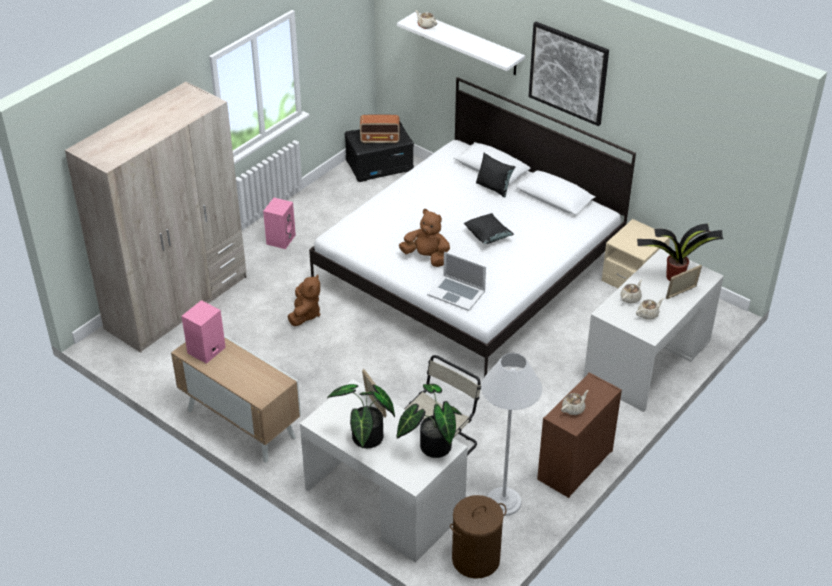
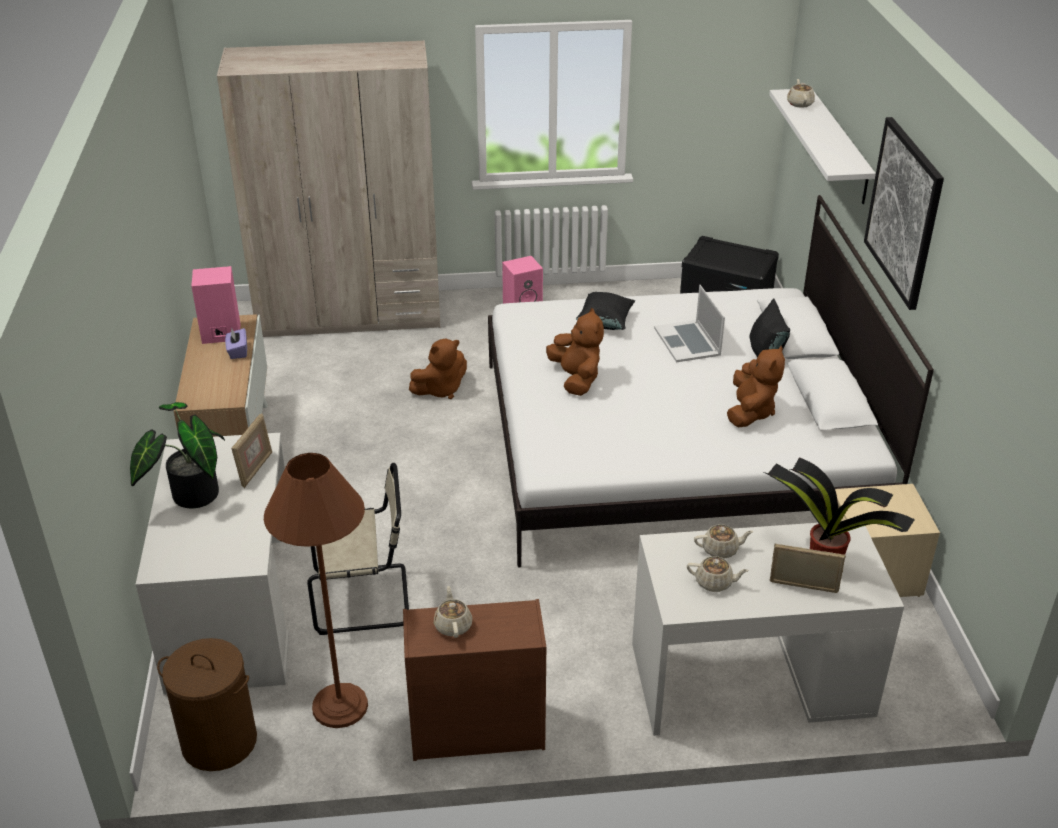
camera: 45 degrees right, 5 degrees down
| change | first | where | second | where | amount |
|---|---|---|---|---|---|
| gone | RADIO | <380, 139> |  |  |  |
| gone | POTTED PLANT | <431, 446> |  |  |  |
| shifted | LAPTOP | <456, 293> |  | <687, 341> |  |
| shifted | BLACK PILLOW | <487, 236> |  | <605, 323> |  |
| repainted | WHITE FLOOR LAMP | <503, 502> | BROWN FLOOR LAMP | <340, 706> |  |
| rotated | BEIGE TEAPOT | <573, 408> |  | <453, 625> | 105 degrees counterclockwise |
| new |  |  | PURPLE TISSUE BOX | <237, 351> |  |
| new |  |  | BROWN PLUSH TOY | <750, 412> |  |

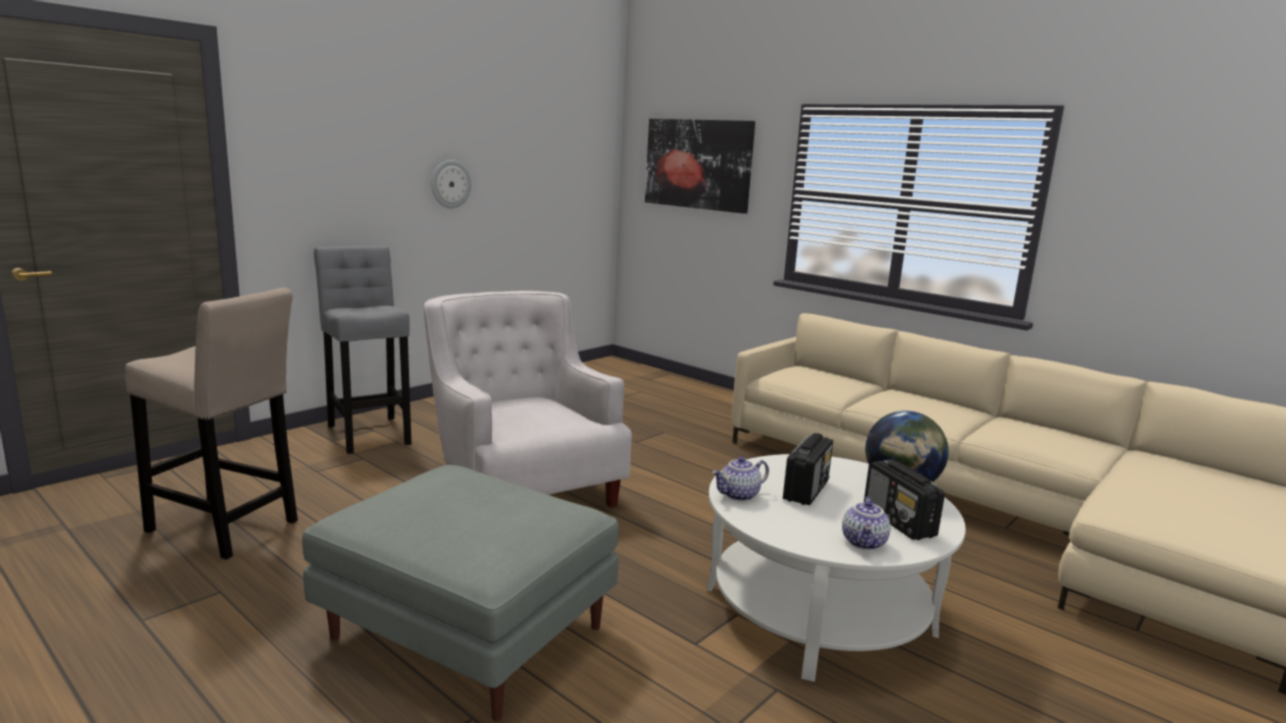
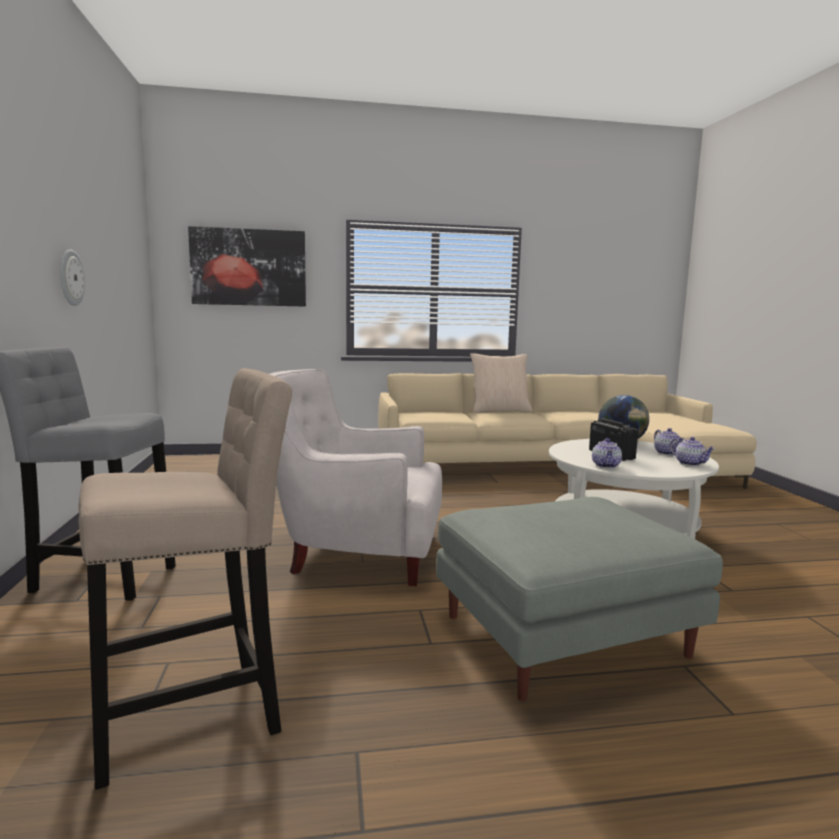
camera: 50 degrees left, 5 degrees down
| change | first | where | second | where | amount |
|---|---|---|---|---|---|
| swapped | RADIO | <899, 522> | TEAPOT | <668, 453> |  |
| new |  |  | BEIGE PILLOW | <499, 410> |  |

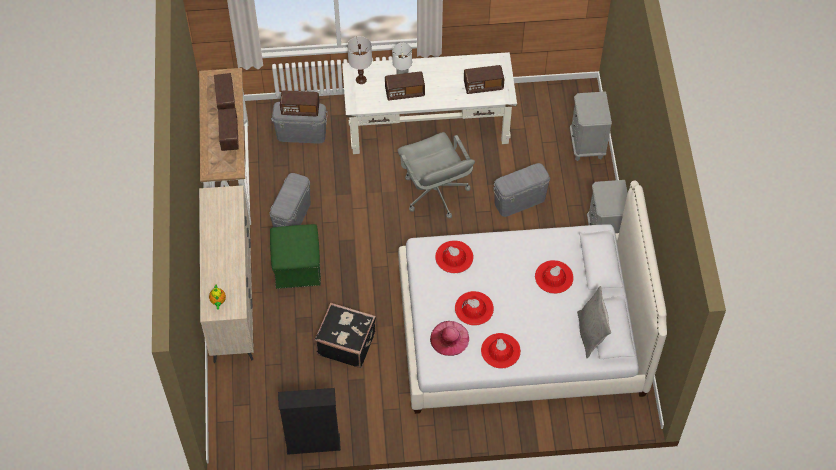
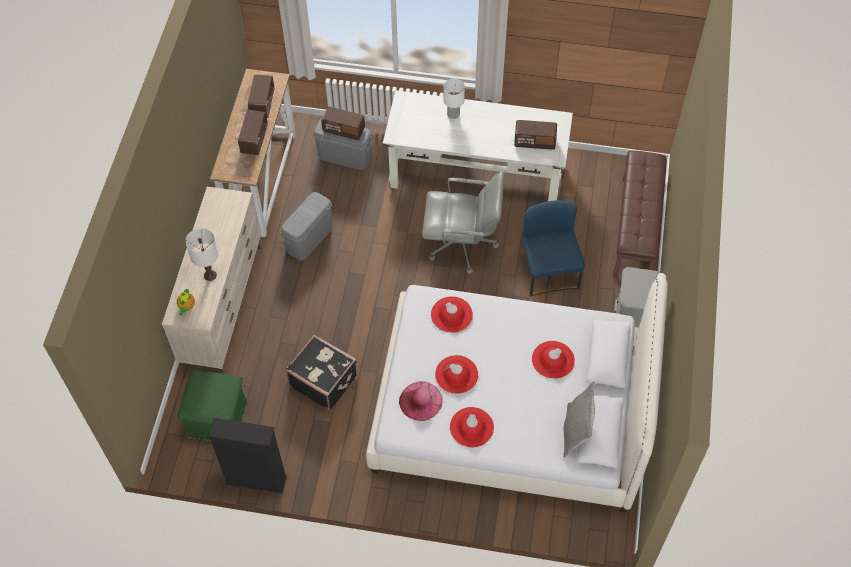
camera: 15 degrees right, 0 degrees up
| change | first | where | second | where | amount |
|---|---|---|---|---|---|
| shifted | GREEN OTTOMAN | <297, 267> |  | <217, 417> |  |
| shifted | WHITE TABLE LAMP | <361, 80> |  | <210, 275> |  |
| gone | RADIO | <404, 92> |  |  |  |
| rotated | GREY OFFICE CHAIR | <435, 193> |  | <462, 245> | 75 degrees counterclockwise |
| swapped | GREY STORAGE BOX | <520, 200> | BLUE CHAIR | <549, 271> |  |
| swapped | GREY NIGHTSTAND | <587, 145> | BROWN BENCH | <637, 228> |  |

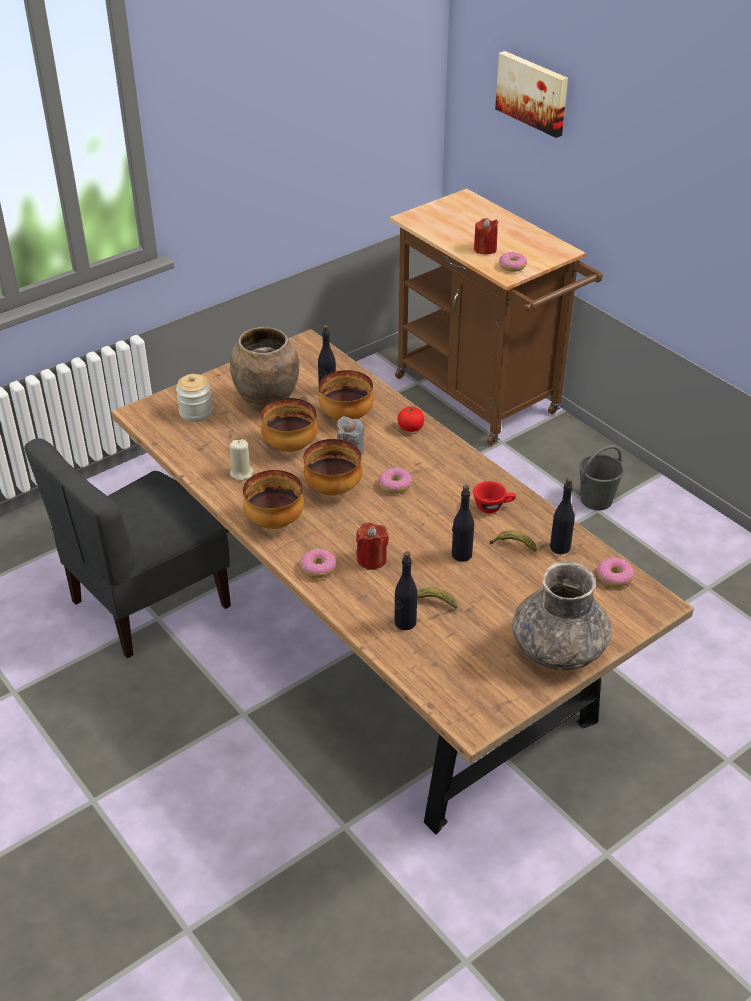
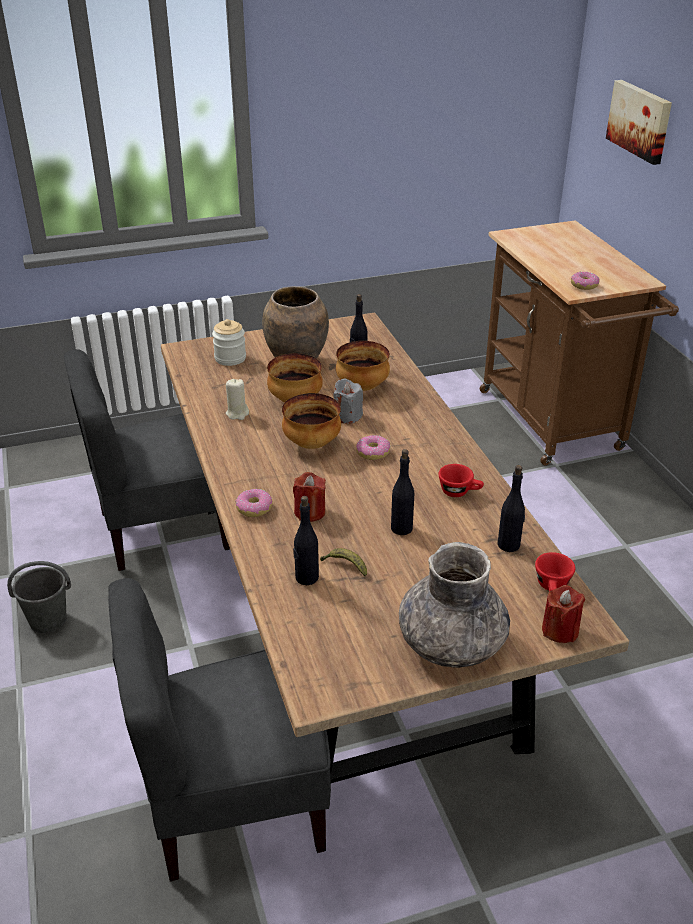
camera: 20 degrees right, 5 degrees down
| change | first | where | second | where | amount |
|---|---|---|---|---|---|
| gone | BOWL | <274, 522> |  |  |  |
| gone | TOMATO | <410, 428> |  |  |  |
| shifted | RED CANDLE | <485, 249> |  | <560, 630> |  |
| gone | BANANA | <513, 545> |  |  |  |
| shifted | GREY BUCKET | <597, 500> |  | <48, 620> |  |
| swapped | DONUT | <614, 577> | RED CUP | <552, 587> |  |
| new |  |  | GREY CHAIR | <234, 805> |  |

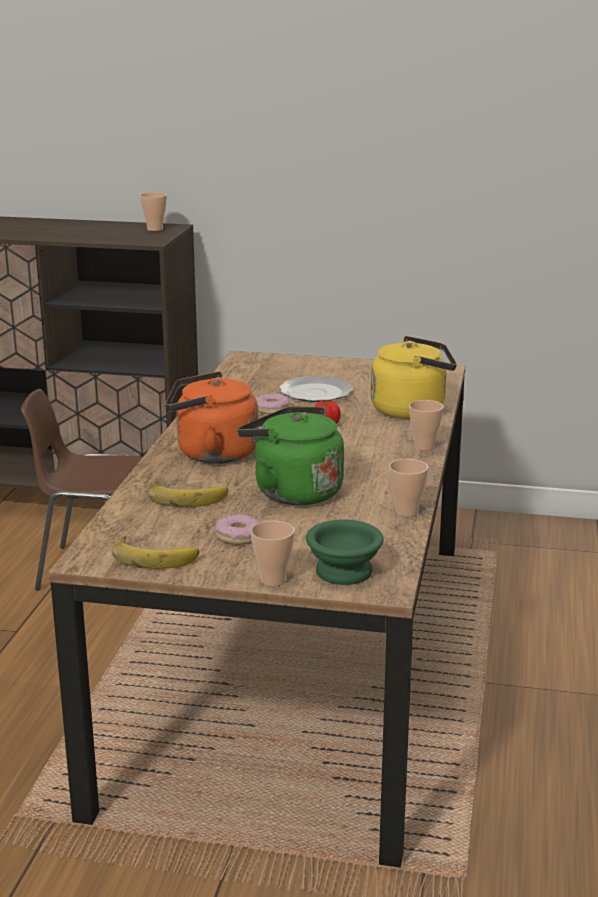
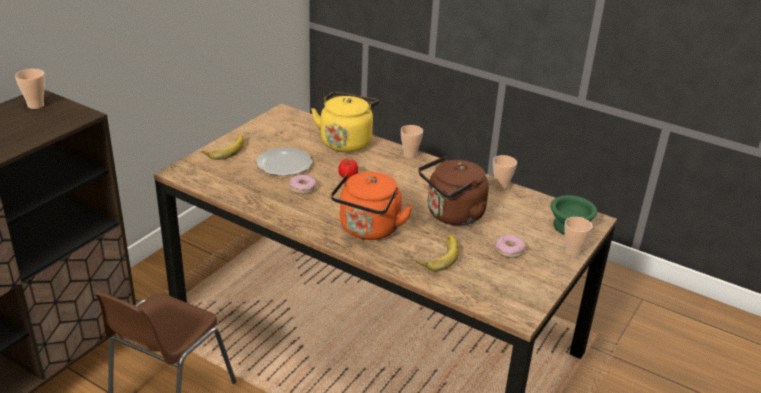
camera: 70 degrees left, 10 degrees up
| change | first | where | second | where | amount |
|---|---|---|---|---|---|
| shifted | BANANA | <155, 556> |  | <224, 150> |  |
| repainted | GREEN KETTLE | <293, 491> | BROWN KETTLE | <452, 215> |  |

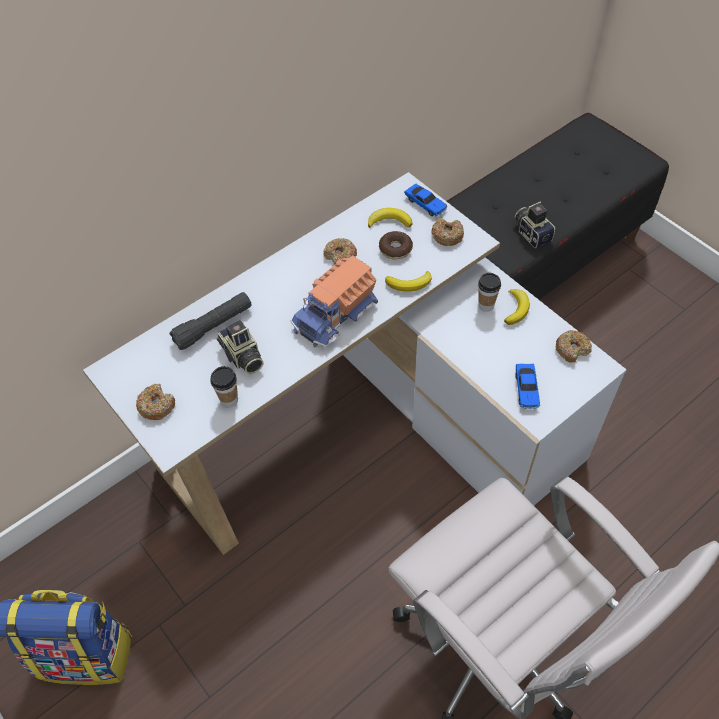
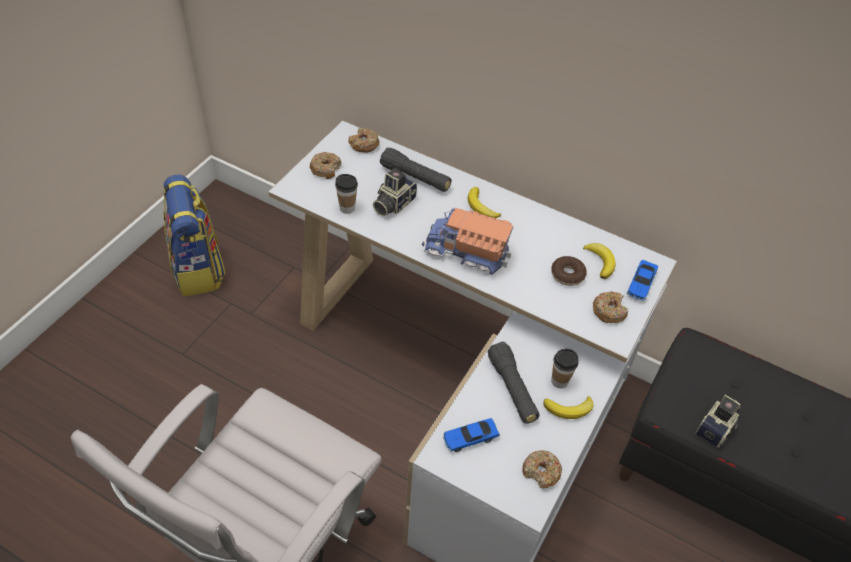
camera: 65 degrees right, 5 degrees down
| change | first | where | second | where | amount |
|---|---|---|---|---|---|
| shifted | DONUT | <340, 256> |  | <364, 144> |  |
| shifted | BANANA | <410, 284> |  | <481, 207> |  |
| new |  |  | BLACK FLASHLIGHT | <512, 389> |  |

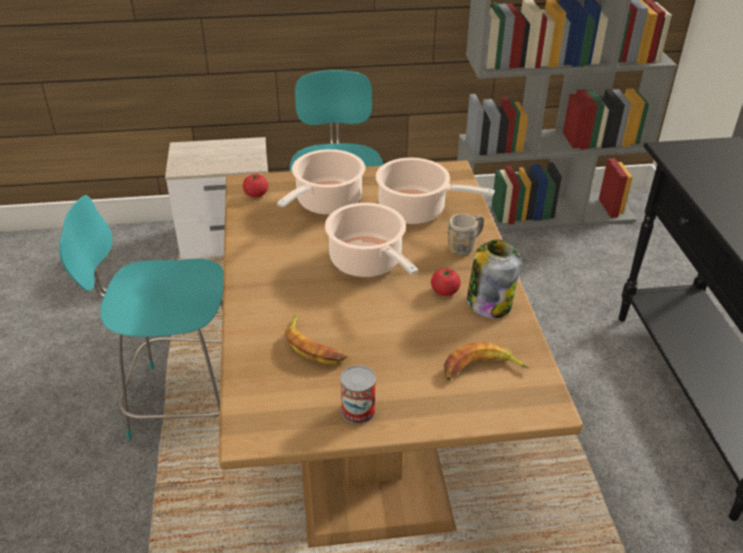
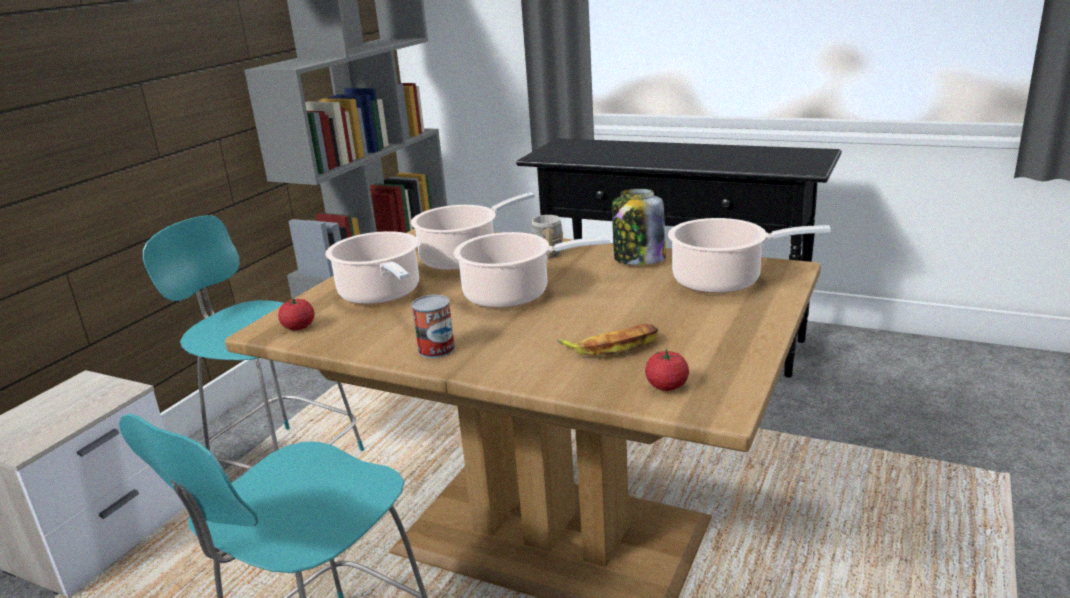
camera: 55 degrees left, 15 degrees down
| change | first | where | second | where | amount |
|---|---|---|---|---|---|
| shifted | CAN | <358, 411> |  | <436, 349> |  |
| shifted | TOMATO | <444, 291> |  | <667, 386> |  |
| swapped | BANANA | <481, 369> | COOKING POT | <723, 281> |  |

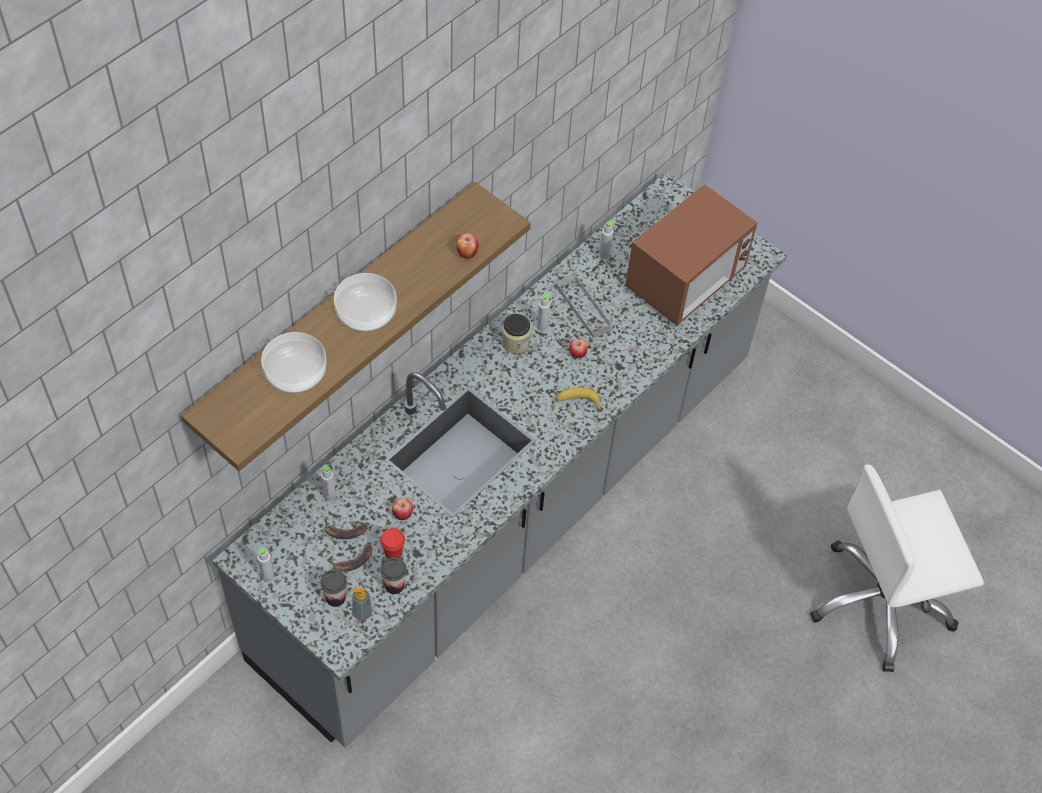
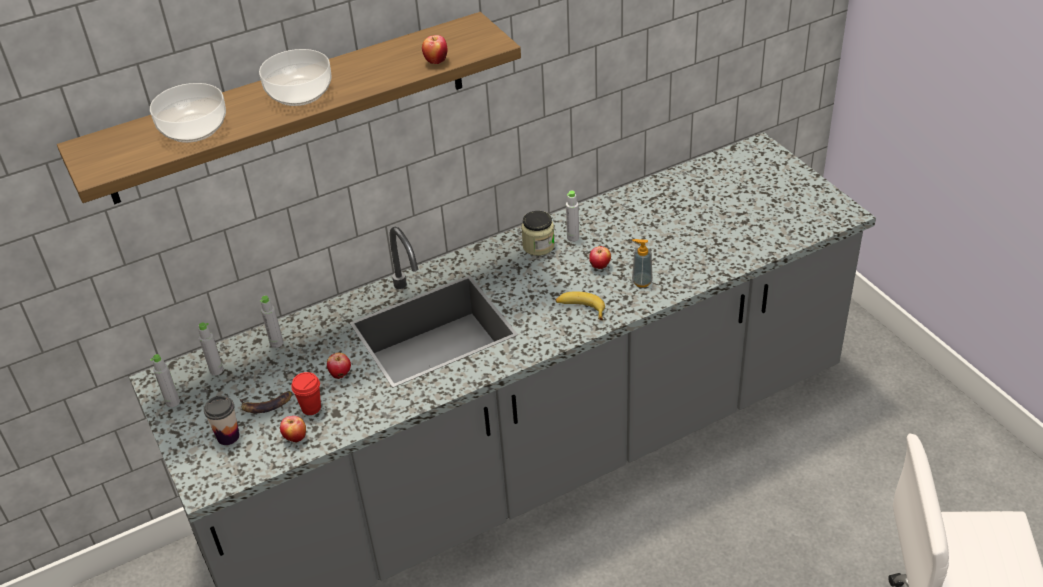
camera: 25 degrees right, 15 degrees down
| change | first | where | second | where | amount |
|---|---|---|---|---|---|
| gone | BANANA | <346, 530> |  |  |  |
| shifted | SOAP DISPENSER | <362, 612> |  | <642, 282> |  |
| swapped | CUP | <394, 585> | APPLE | <295, 438> |  |
| gone | GREY TRAY | <584, 308> |  |  |  |
| shifted | GREY BOTTLE | <604, 255> |  | <216, 370> |  |
| gone | MICROWAVE | <685, 280> |  |  |  |

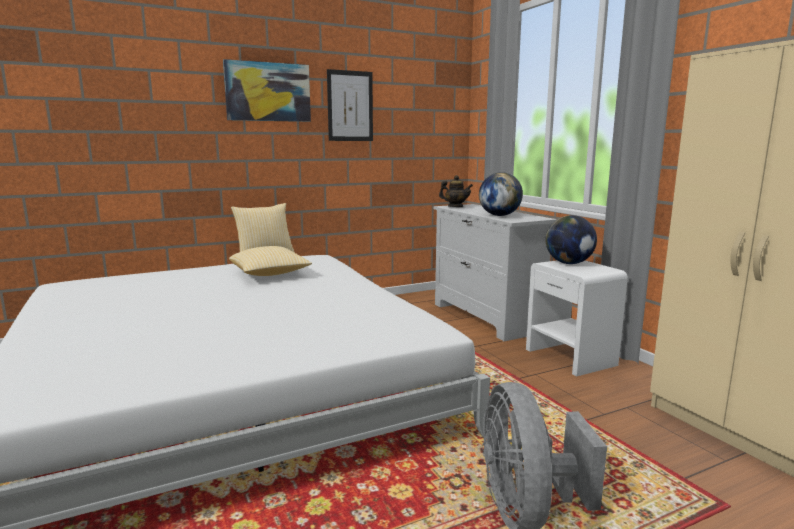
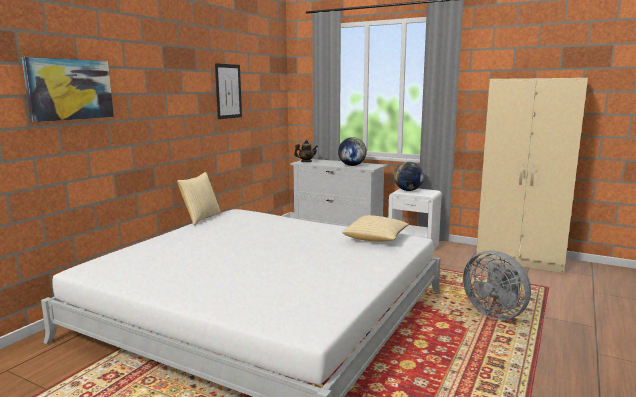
camera: 35 degrees left, 0 degrees up
| change | first | where | second | where | amount |
|---|---|---|---|---|---|
| shifted | PICTURE | <268, 92> |  | <70, 89> |  |
| shifted | PILLOW | <269, 274> |  | <376, 239> |  |

